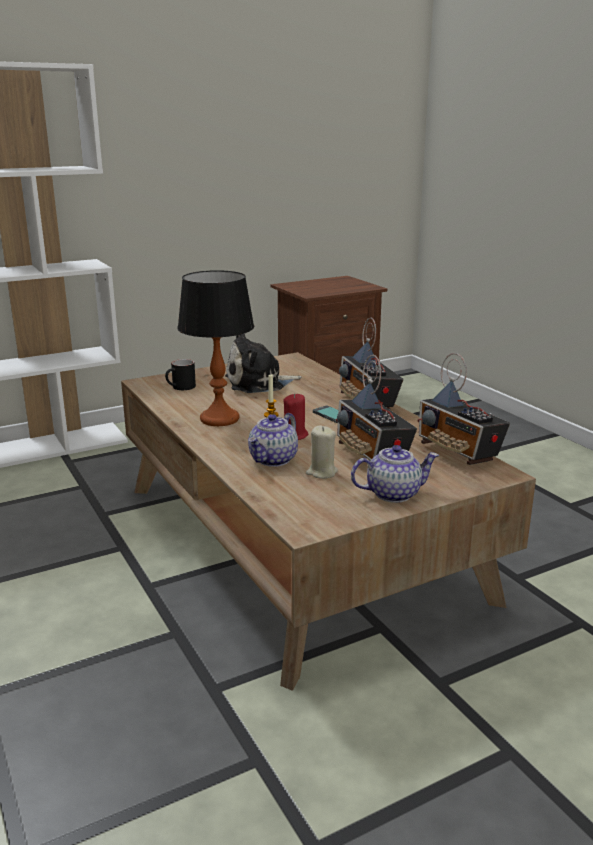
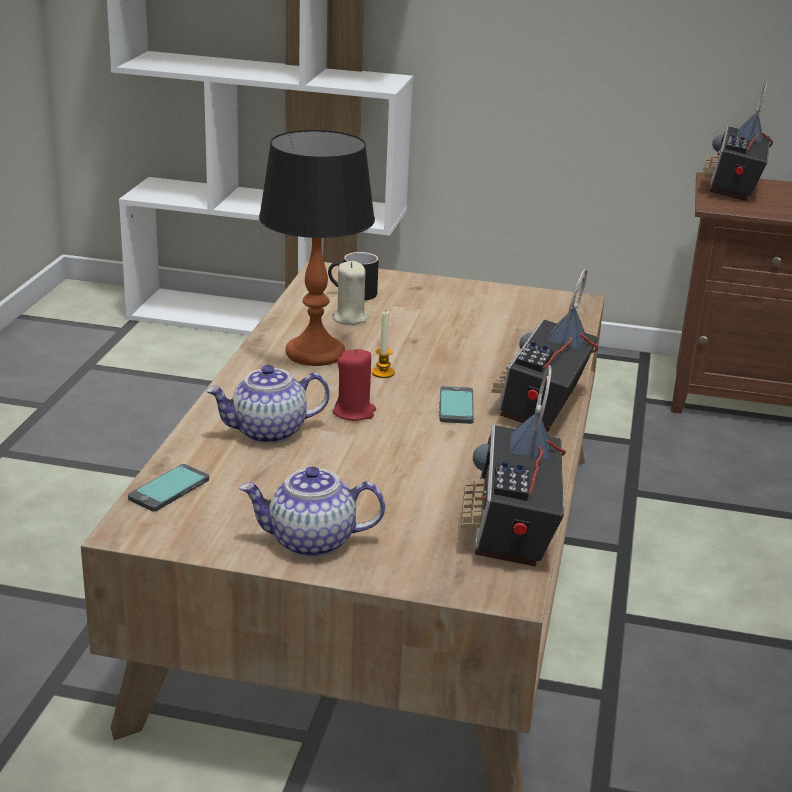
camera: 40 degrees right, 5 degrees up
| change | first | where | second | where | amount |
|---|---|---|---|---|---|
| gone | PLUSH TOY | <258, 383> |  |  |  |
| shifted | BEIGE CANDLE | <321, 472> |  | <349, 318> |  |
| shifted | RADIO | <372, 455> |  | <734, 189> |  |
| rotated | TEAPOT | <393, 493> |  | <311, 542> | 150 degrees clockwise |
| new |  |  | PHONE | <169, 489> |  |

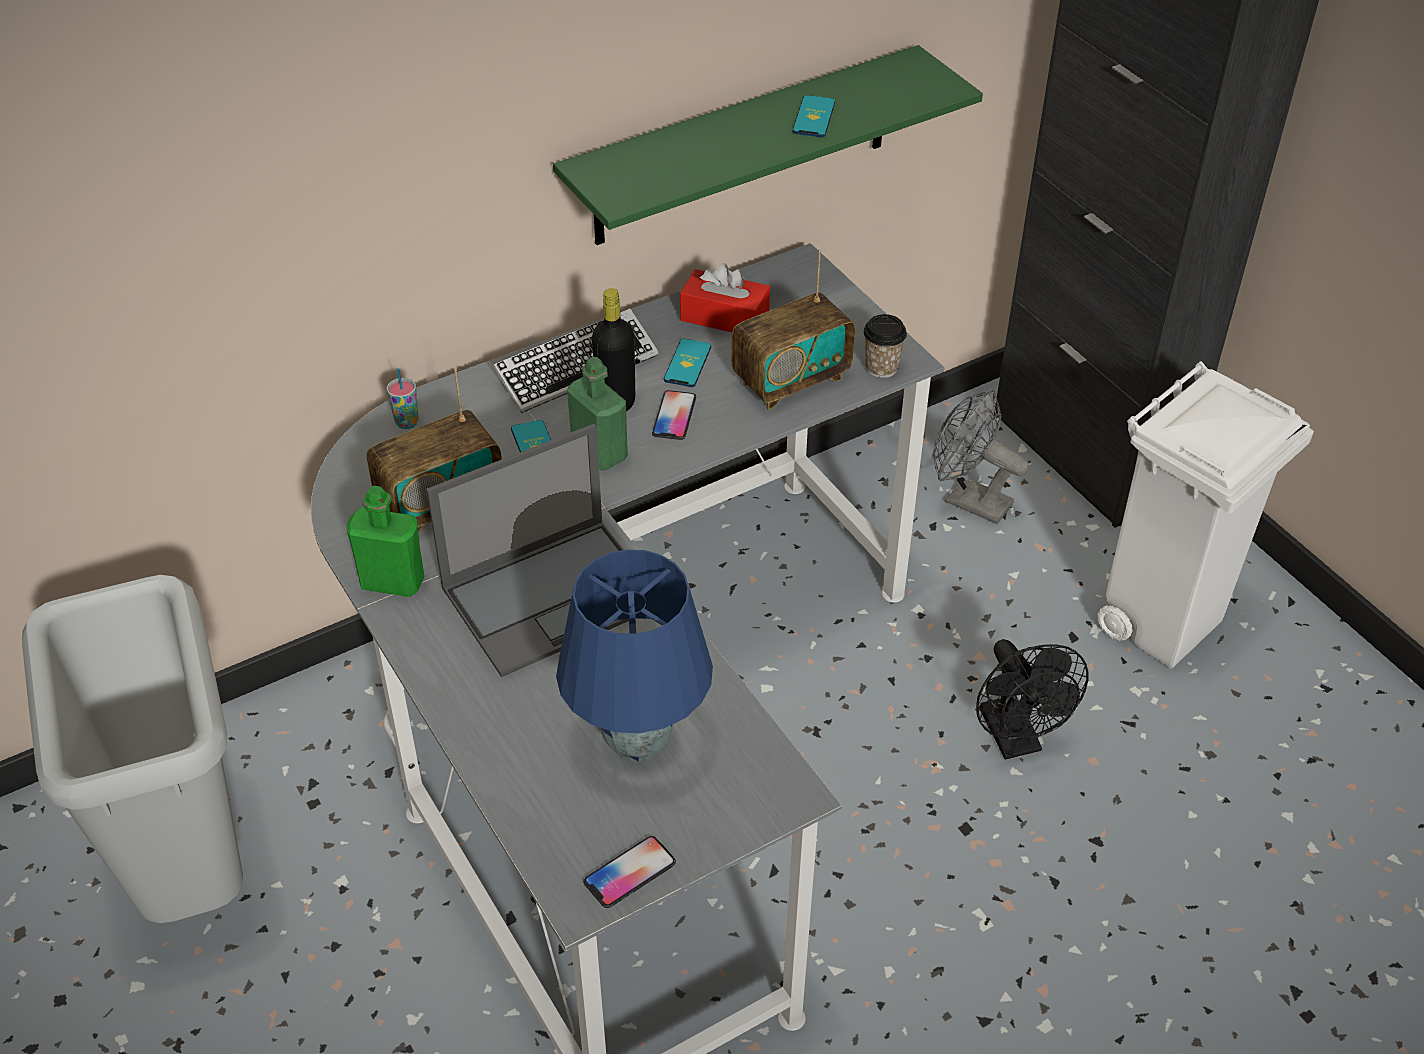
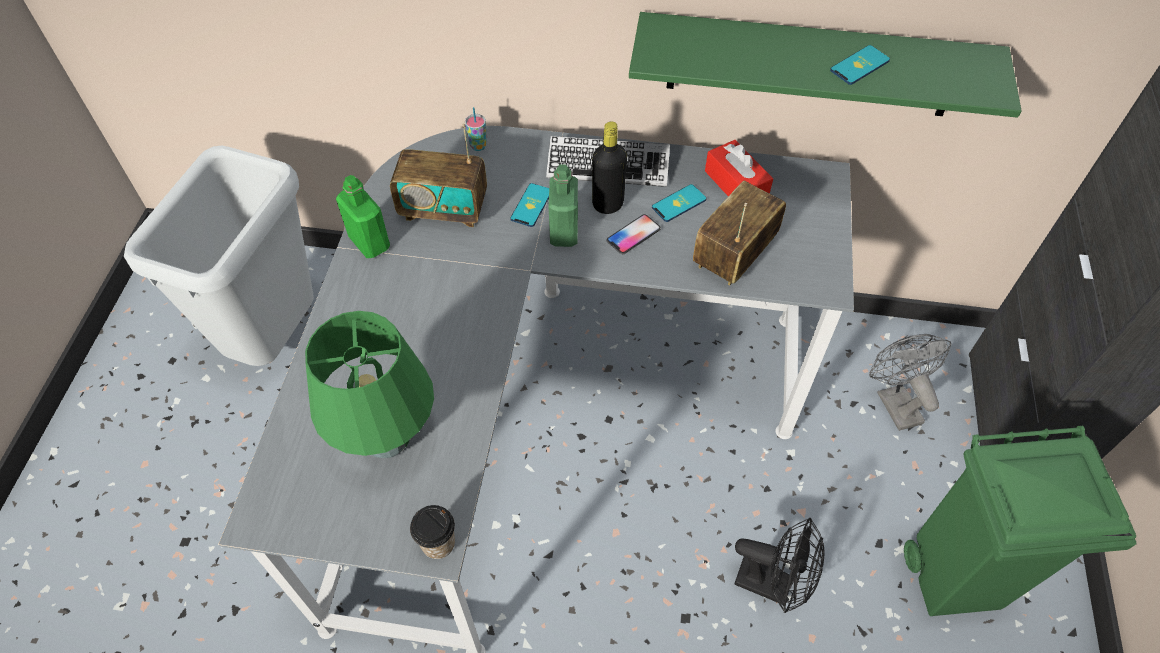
camera: 40 degrees right, 10 degrees up
| change | first | where | second | where | amount |
|---|---|---|---|---|---|
| gone | LAPTOP | <554, 595> |  |  |  |
| repainted | BLUE TABLE LAMP | <638, 743> | GREEN TABLE LAMP | <388, 443> |  |
| gone | PHONE | <629, 873> |  |  |  |
| rotated | RADIO | <791, 380> |  | <734, 255> | 120 degrees clockwise |
| shifted | CUP | <881, 367> |  | <438, 543> |  |
| rotated | BLACK FAN | <1015, 740> |  | <772, 584> | 90 degrees counterclockwise |
| repainted | WHITE TRASH CAN | <1163, 623> | GREEN TRASH CAN | <954, 579> |  |

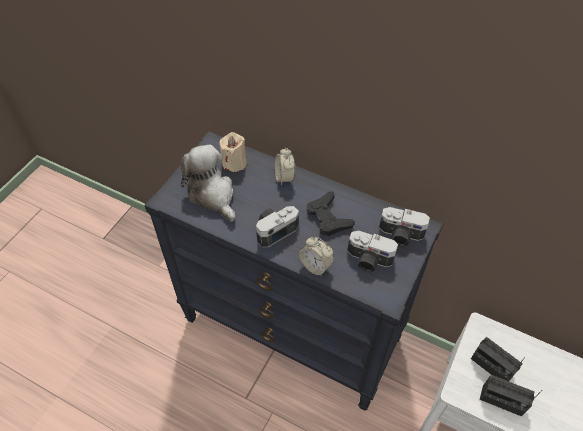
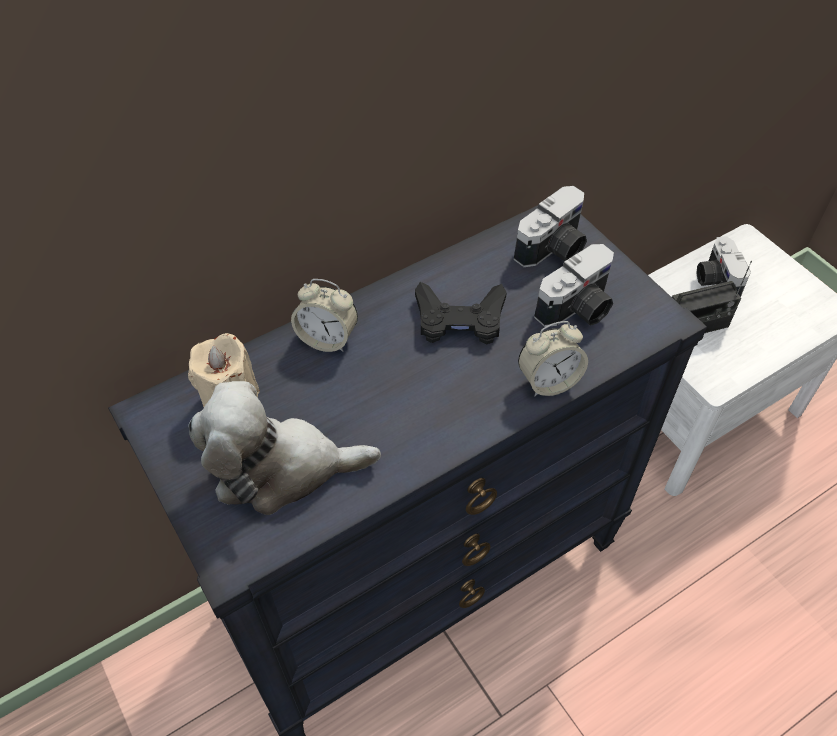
camera: 60 degrees left, 0 degrees up
| change | first | where | second | where | amount |
|---|---|---|---|---|---|
| shifted | PHOTO CAMERA | <274, 229> |  | <715, 281> |  |
| gone | RADIO | <501, 401> |  |  |  |

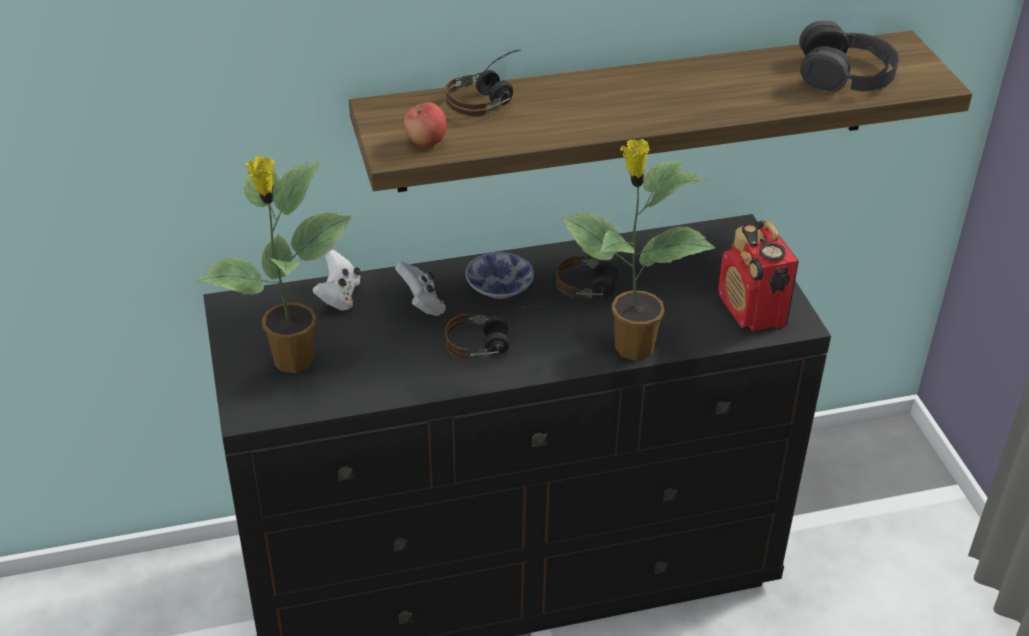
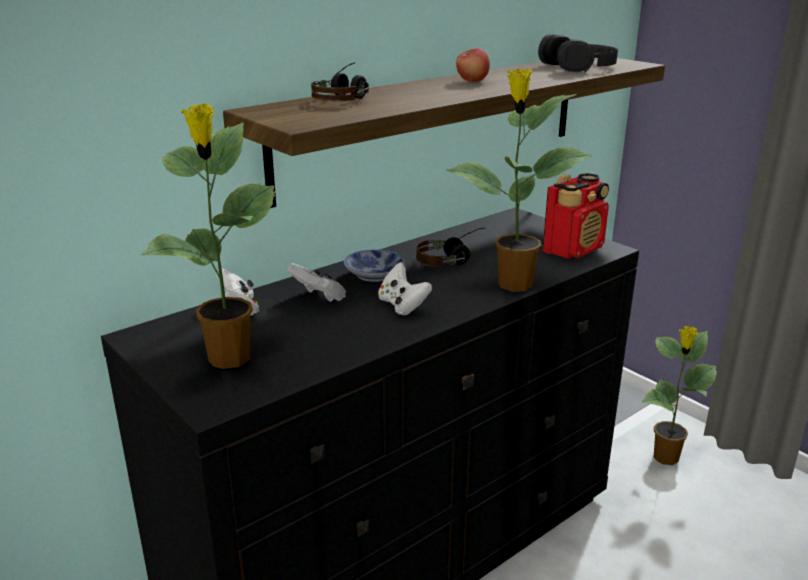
camera: 25 degrees left, 15 degrees down
| change | first | where | second | where | amount |
|---|---|---|---|---|---|
| shifted | APPLE | <426, 141> |  | <472, 81> |  |
| swapped | HEADPHONES | <493, 342> | WHITE GAME CONTROLLER | <402, 306> |  |
| rotated | RADIO | <752, 311> |  | <573, 249> | 90 degrees counterclockwise |
| new |  |  | POTTED PLANT | <665, 458> |  |

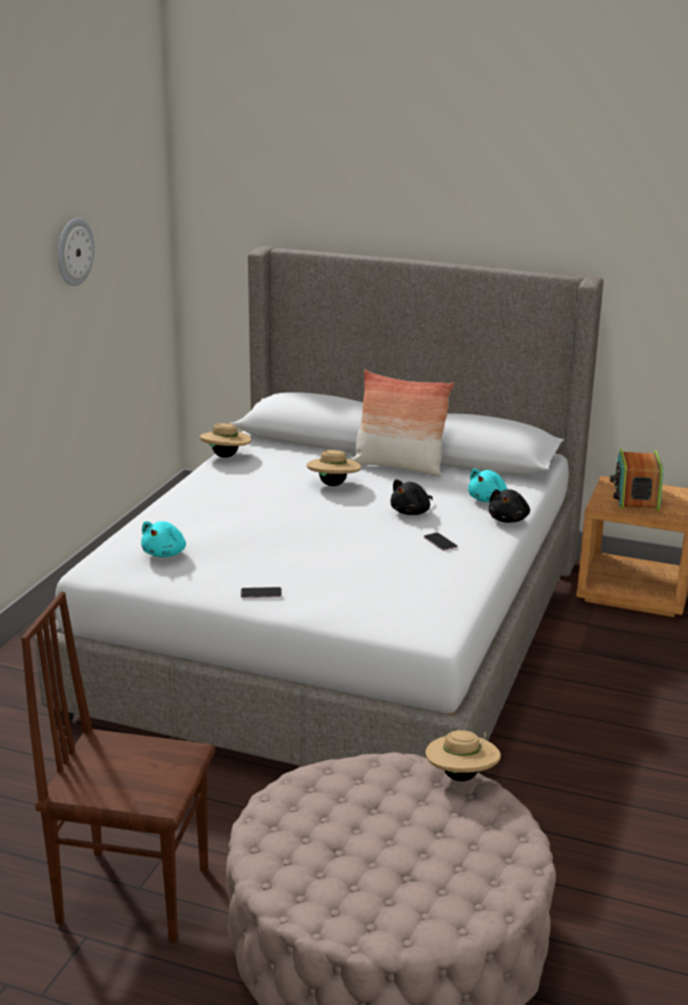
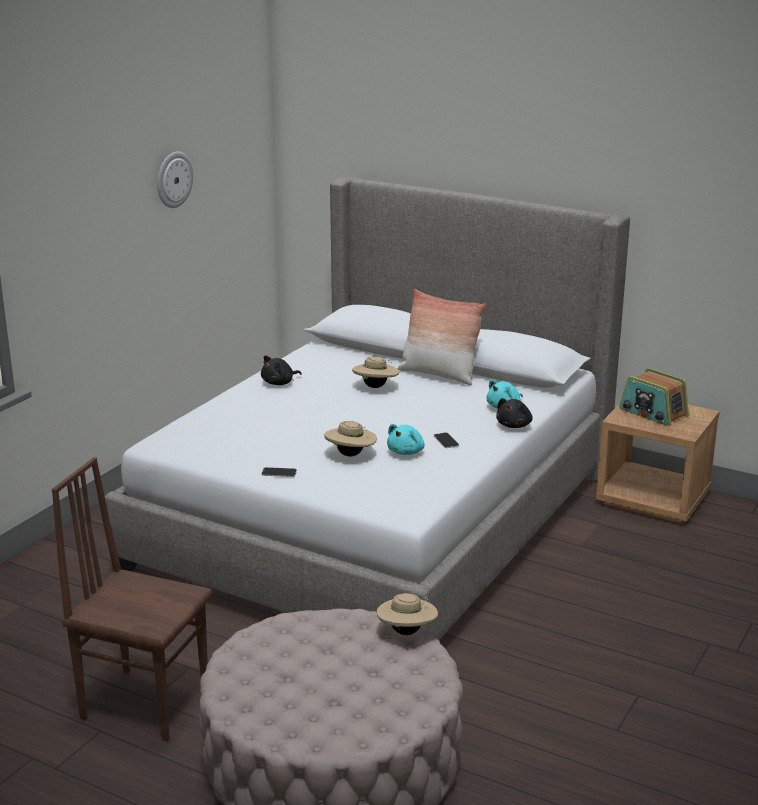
camera: 10 degrees right, 0 degrees up
| change | first | where | second | where | amount |
|---|---|---|---|---|---|
| shifted | TURQUOISE PLUSH TOY | <165, 553> |  | <407, 452> |  |
| shifted | BEIGE HAT | <226, 456> |  | <351, 455> |  |
| shifted | BLACK PLUSH TOY | <412, 512> |  | <279, 383> |  |
| rotated | RADIO | <635, 497> |  | <653, 413> | 60 degrees counterclockwise |

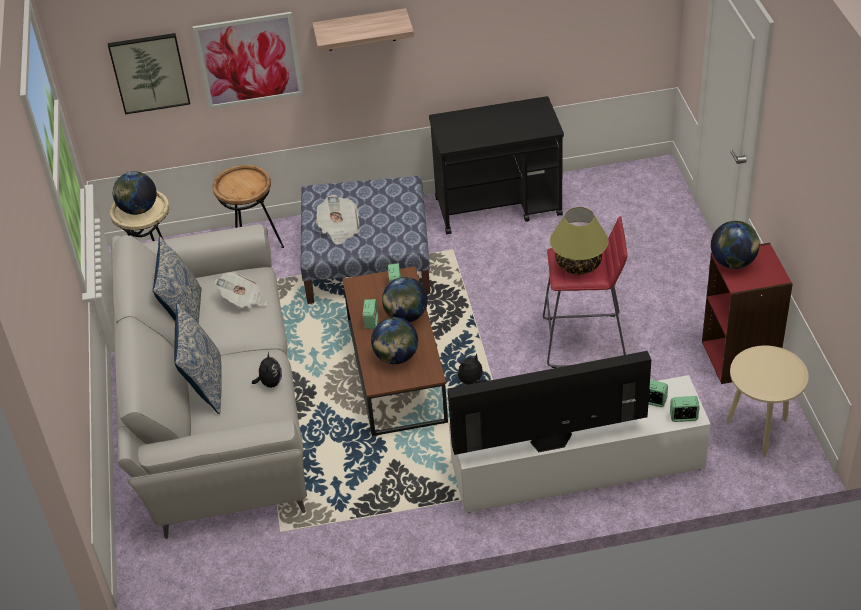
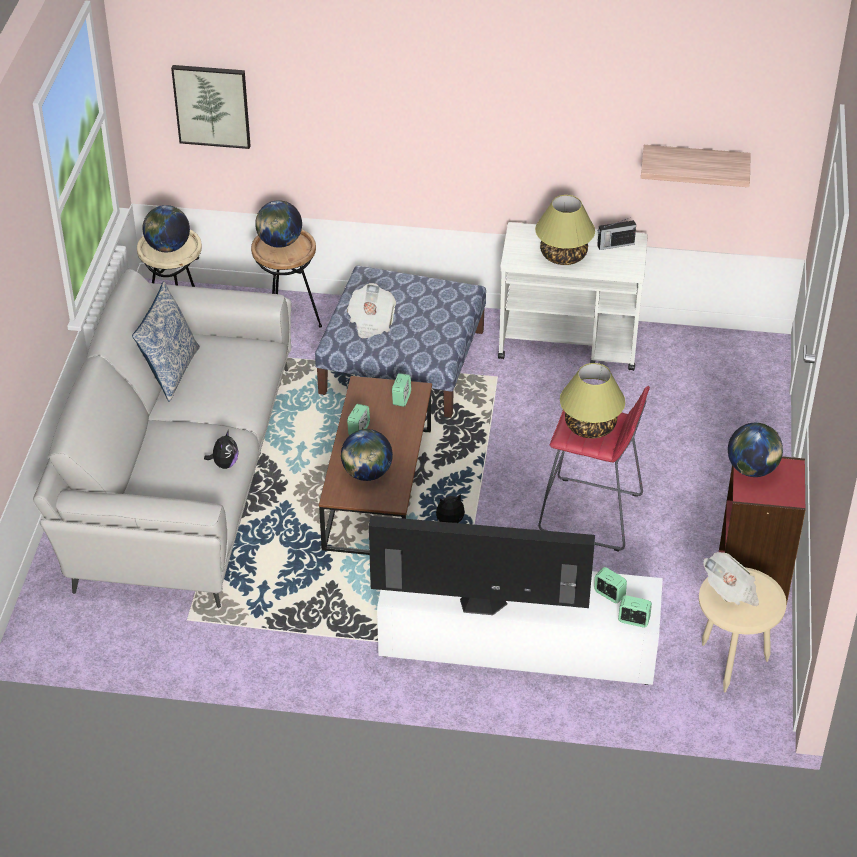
camera: 15 degrees right, 0 degrees up
| change | first | where | second | where | amount |
|---|---|---|---|---|---|
| gone | PILLOW | <204, 385> |  |  |  |
| gone | PICTURE | <249, 60> |  |  |  |
| shifted | NEWSPAPER | <244, 300> |  | <730, 591> |  |
| shifted | SHELF | <361, 30> |  | <695, 164> |  |
| shifted | GLOBE | <406, 316> |  | <279, 242> |  |
| repainted | BLACK CART | <499, 207> | WHITE CART | <569, 343> |  |
| new |  |  | TABLE LAMP | <563, 256> |  |
| new |  |  | RADIO | <615, 245> |  |

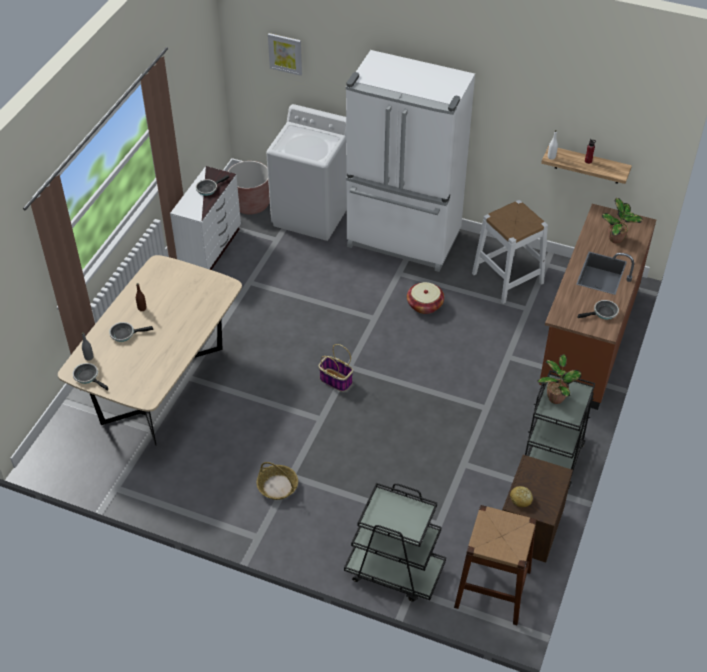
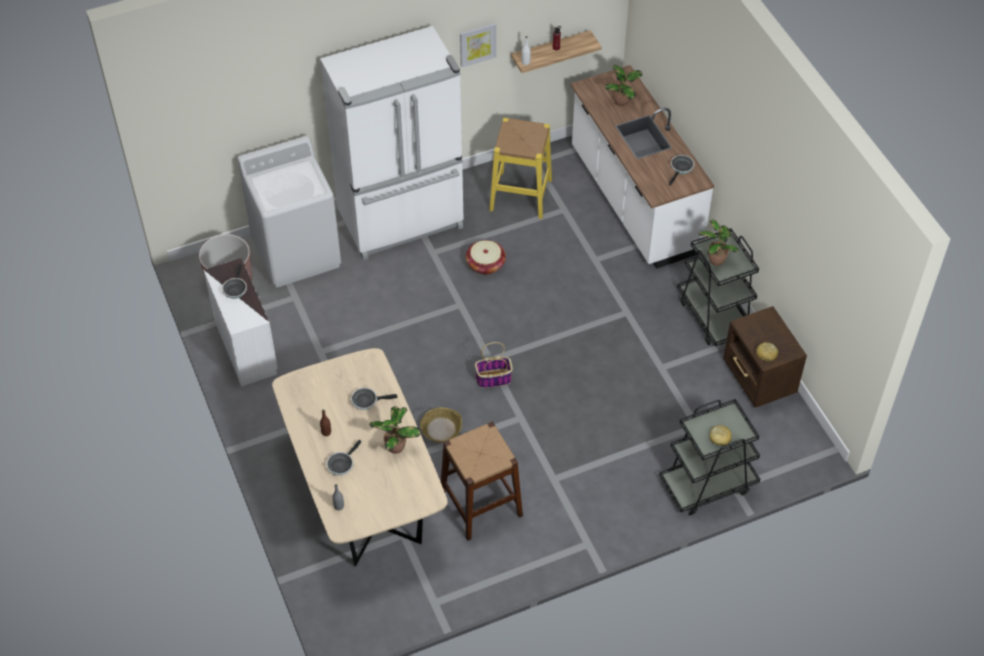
camera: 45 degrees left, 5 degrees up
| change | first | where | second | where | amount |
|---|---|---|---|---|---|
| shifted | FRYING PAN | <88, 377> |  | <367, 401> |  |
| shifted | BASKET | <277, 486> |  | <441, 429> |  |
| shifted | PICTURE | <285, 53> |  | <477, 44> |  |
| shifted | BROWN STOOL | <493, 588> |  | <481, 504> |  |
| repainted | WHITE STOOL | <507, 278> | YELLOW STOOL | <521, 195> |  |
| repainted | BROWN COUNTER | <587, 338> | WHITE COUNTER | <633, 201> |  |
| new |  |  | POTTED PLANT | <396, 446> |  |
| new |  |  | BREAD | <719, 438> |  |

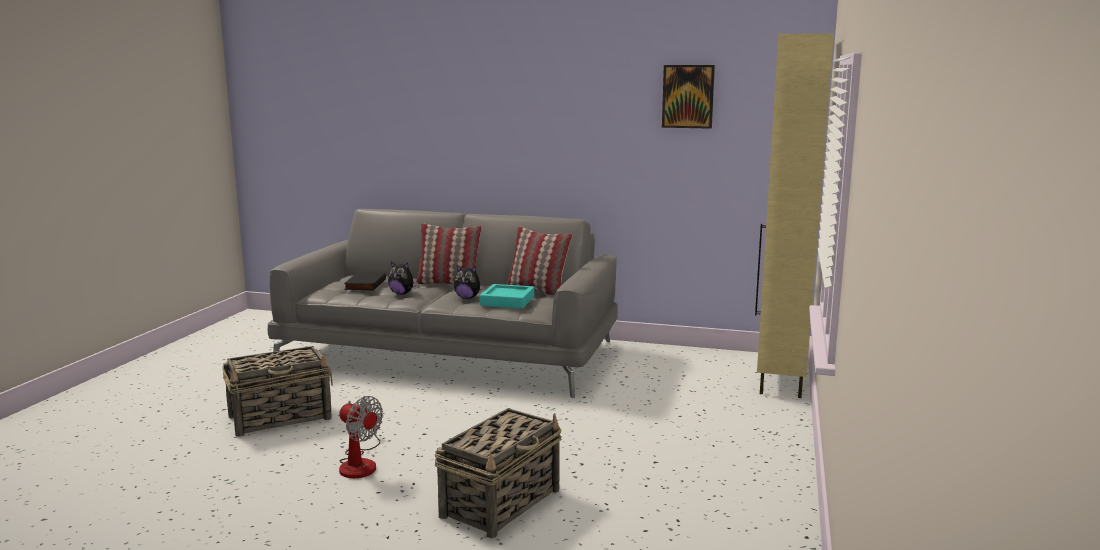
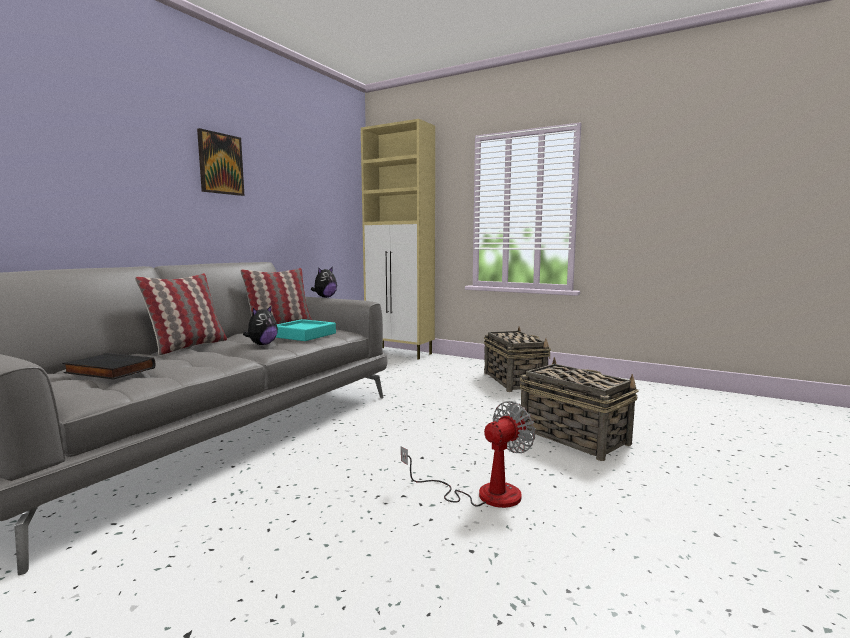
camera: 75 degrees left, 5 degrees down
| change | first | where | second | where | amount |
|---|---|---|---|---|---|
| shifted | BASKET | <281, 417> |  | <513, 380> |  |
| shifted | PLUSH TOY | <402, 293> |  | <325, 297> |  |
| shifted | PICTURE | <688, 96> |  | <220, 164> |  |

